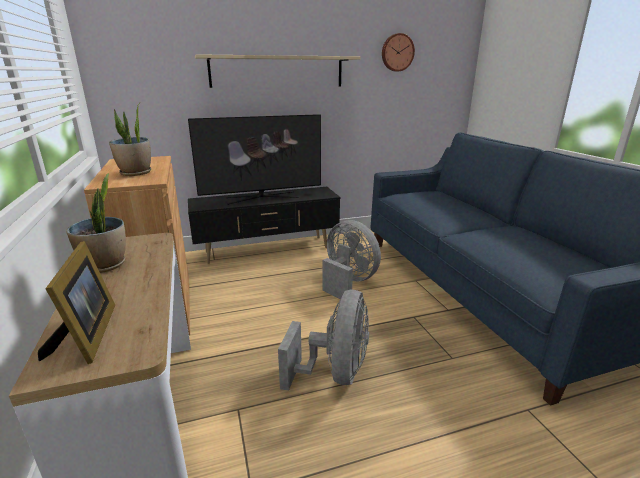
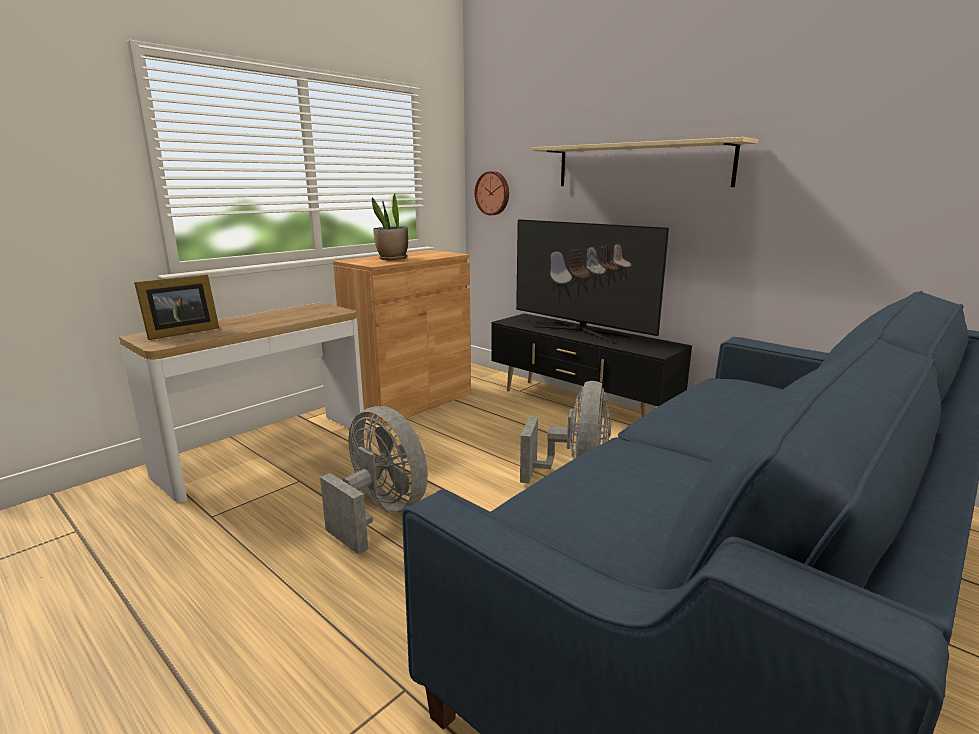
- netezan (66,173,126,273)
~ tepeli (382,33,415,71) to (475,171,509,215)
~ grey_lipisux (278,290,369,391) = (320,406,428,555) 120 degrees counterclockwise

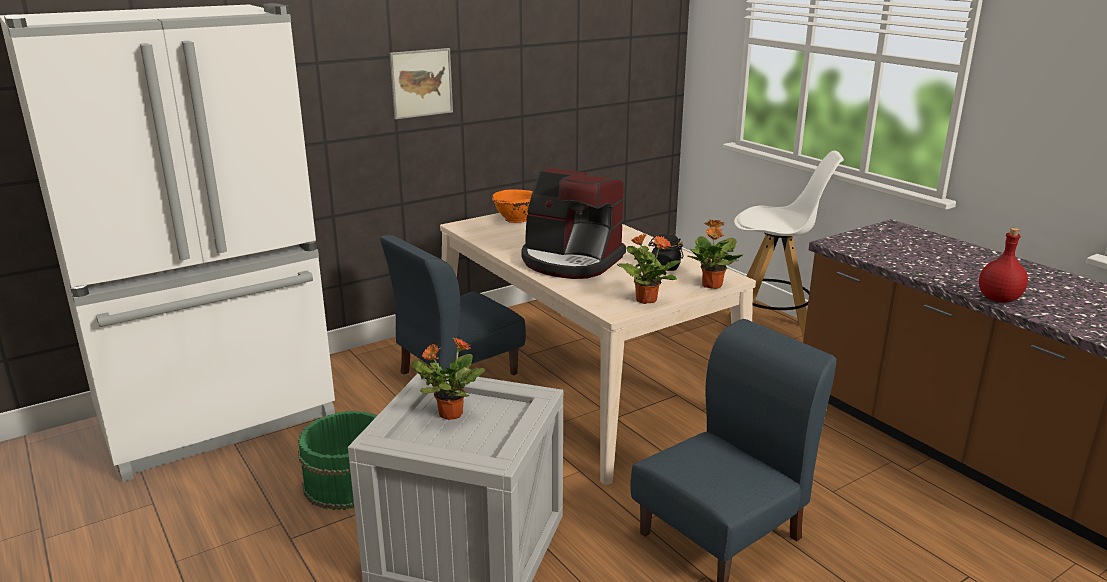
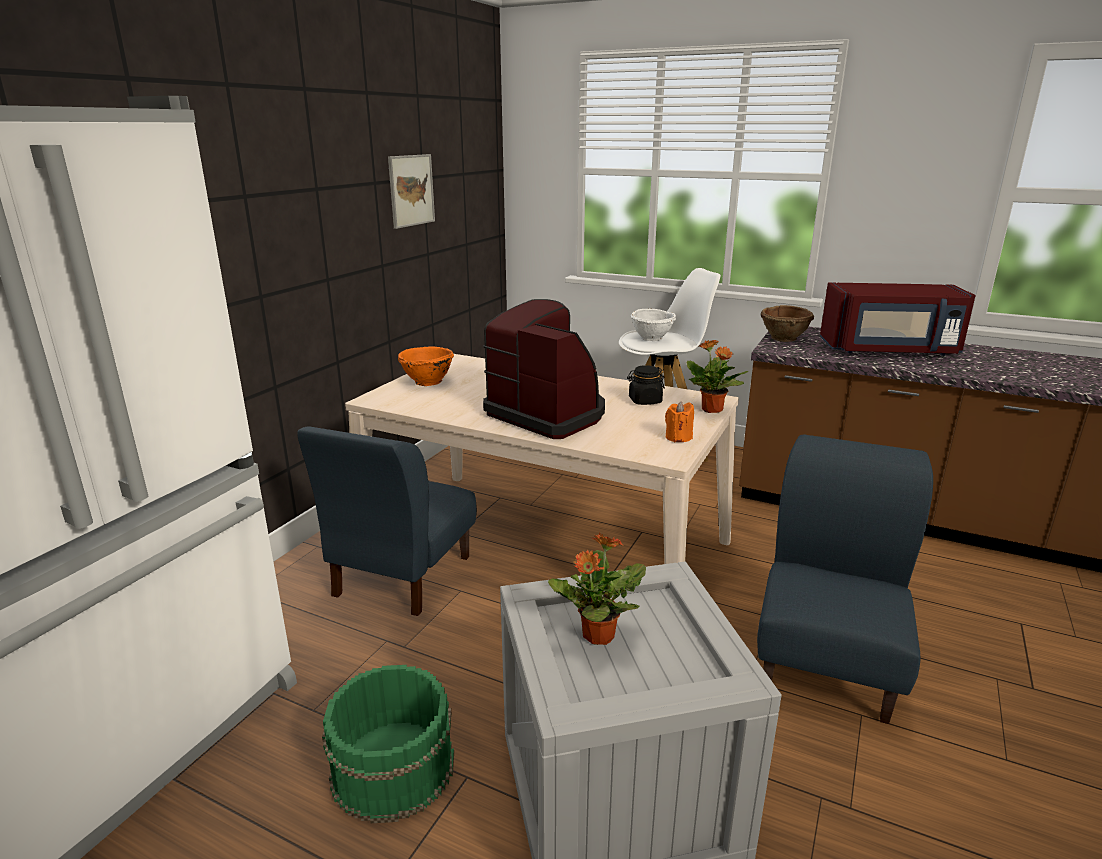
- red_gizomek (979,228,1028,303)
+ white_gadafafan (631,309,676,341)
+ brown_gadafafan (761,305,814,342)
+ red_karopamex (820,283,976,356)
~ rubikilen (390,48,453,119) to (388,154,435,229)
~ netezan (617,234,681,304) to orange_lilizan (665,401,694,442)
~ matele (521,168,626,279) = (483,299,605,439) 135 degrees counterclockwise

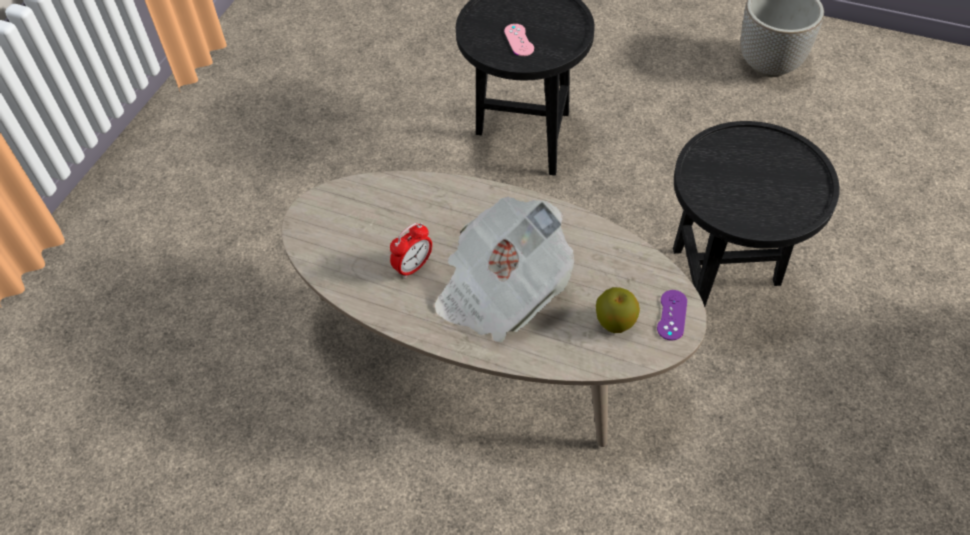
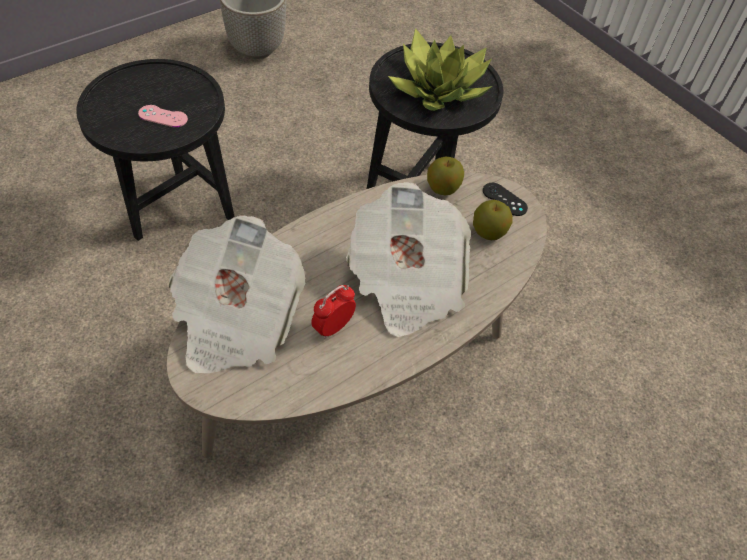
+ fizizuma (169,216,306,373)
+ netezan (388,28,493,111)
+ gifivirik (427,157,464,195)
~ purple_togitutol (657,290,687,341) to black_togitutol (483,183,528,216)
~ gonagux (390,223,432,279) = (311,285,356,339) 120 degrees counterclockwise

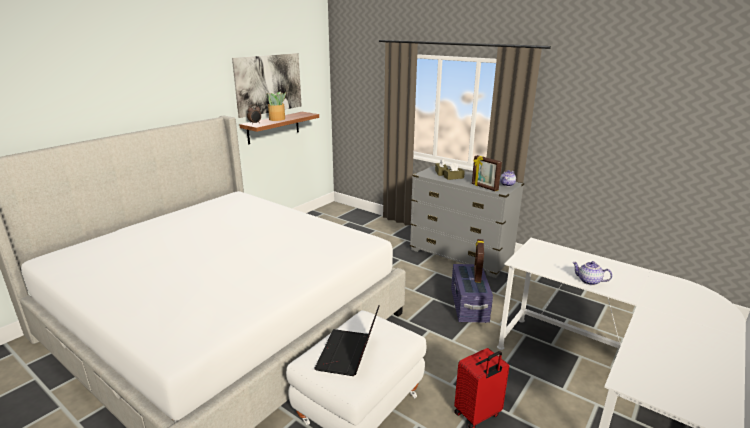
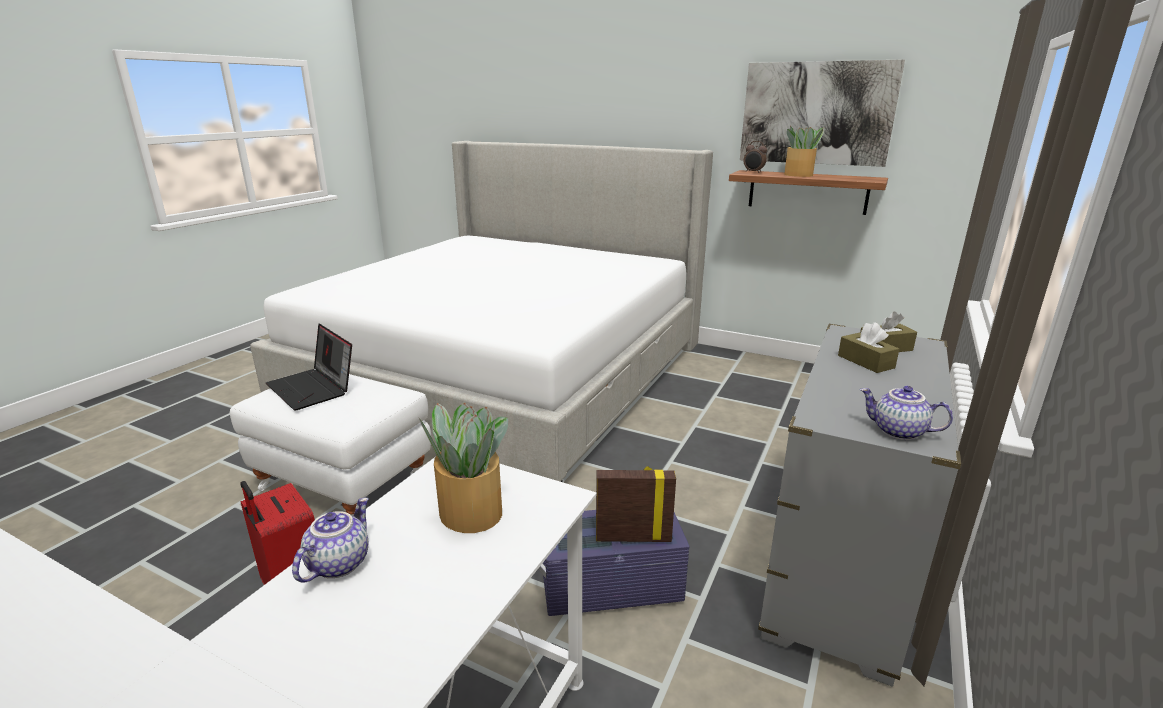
- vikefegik (472,155,502,191)
+ netezan (419,403,508,533)
~ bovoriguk (314,305,380,376) = (266,324,352,411) 135 degrees counterclockwise

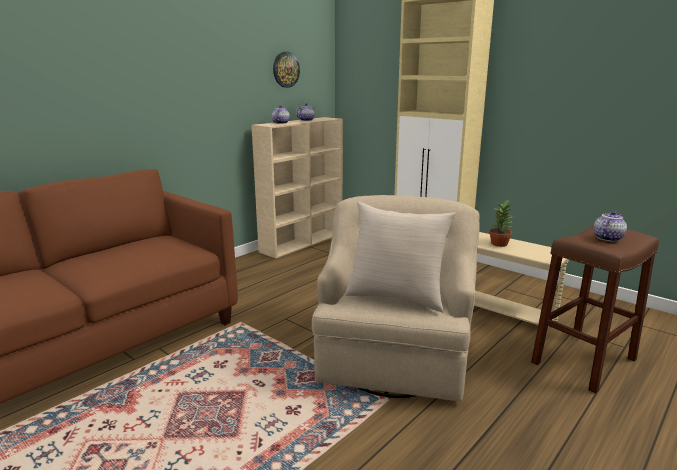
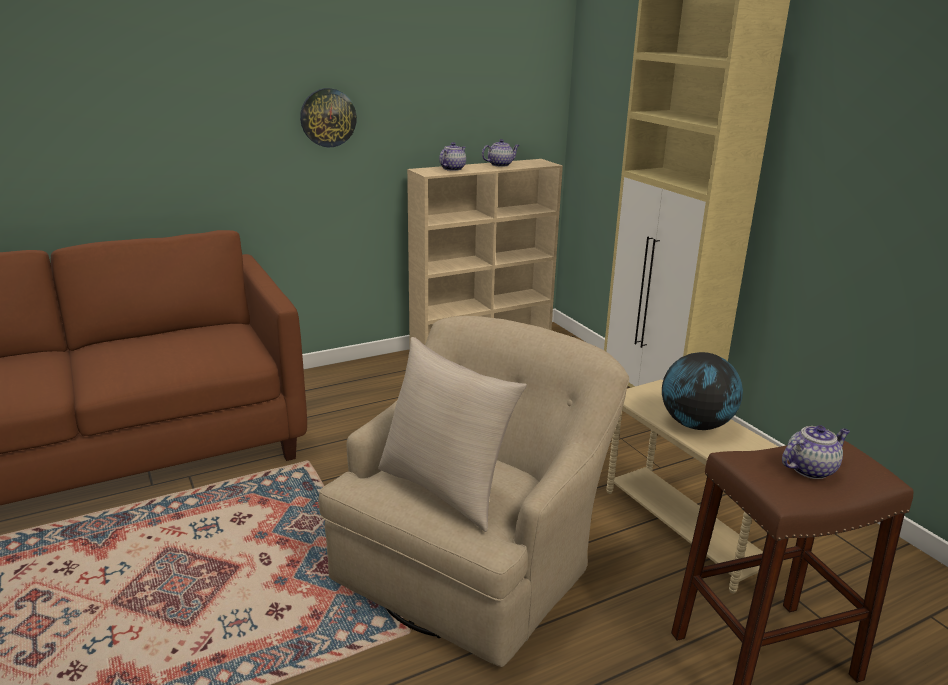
~ tepeli (273,52,300,88) to (300,88,357,147)
~ netezan (489,199,514,247) to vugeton (662,352,743,430)

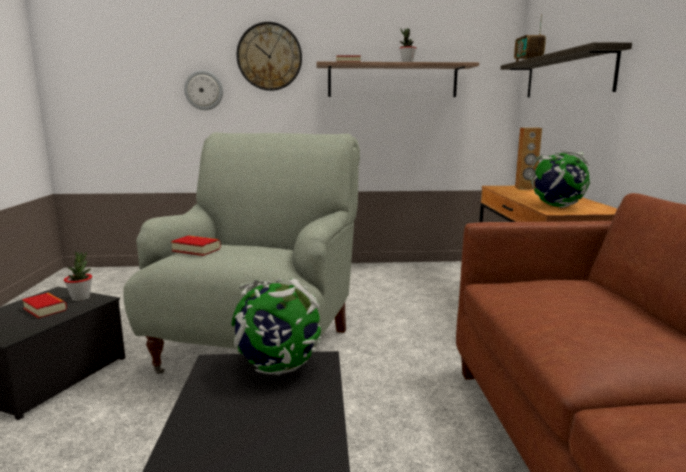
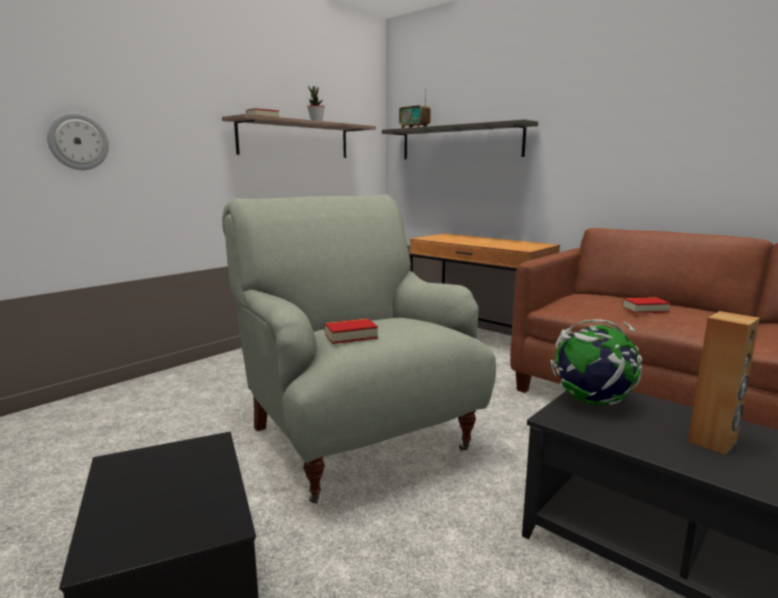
- netezan (64,251,92,301)
- tepeli (237,22,302,91)
- vugeton (530,151,591,208)
~ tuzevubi (22,293,67,319) to (622,297,671,313)
~ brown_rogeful (515,128,542,190) to (688,311,760,455)

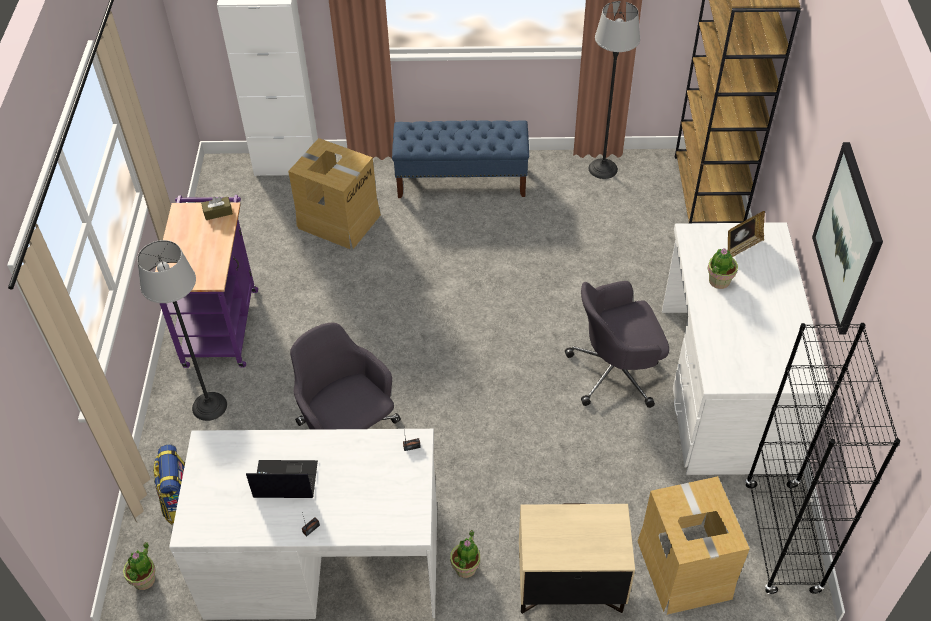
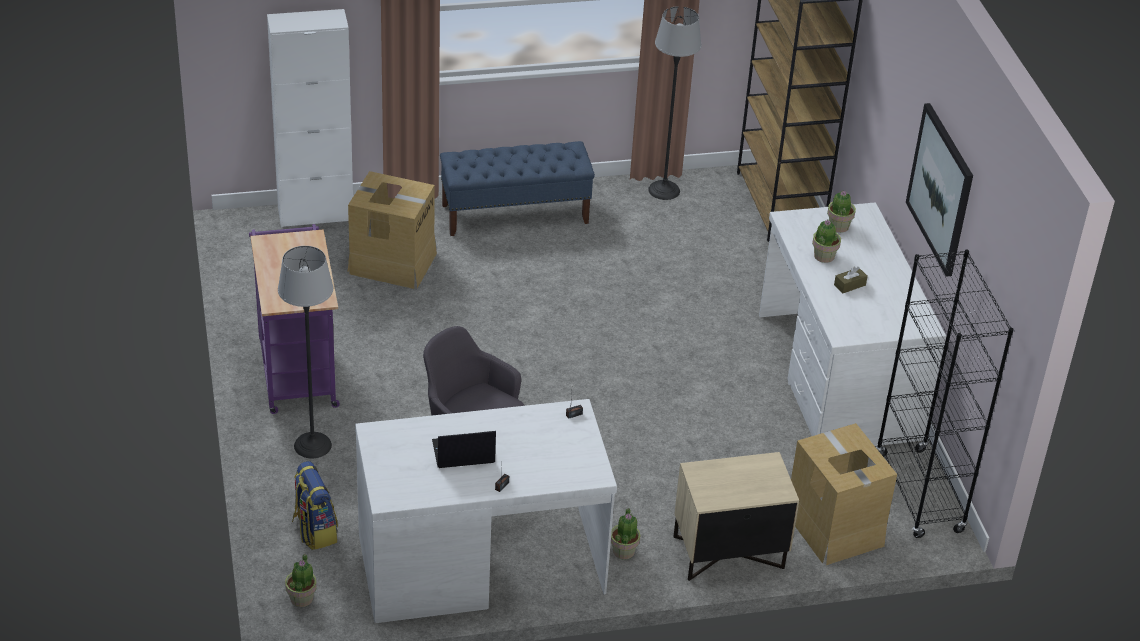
- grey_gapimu (565,281,669,408)
~ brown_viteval (201,196,233,220) to (834,266,868,293)
~ vikefegik (728,211,765,258) to netezan (827,191,856,233)

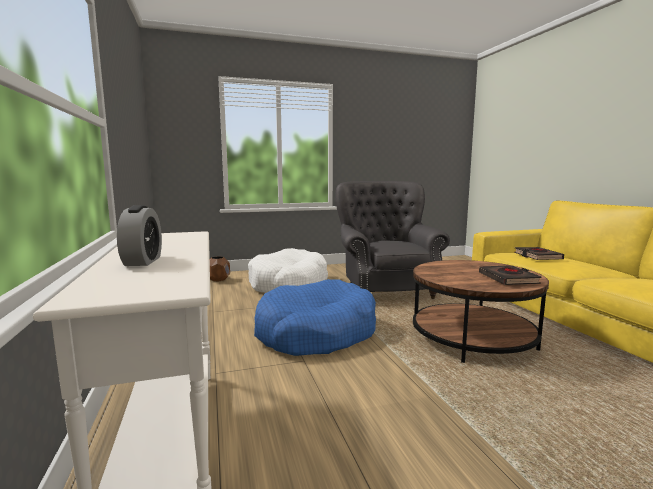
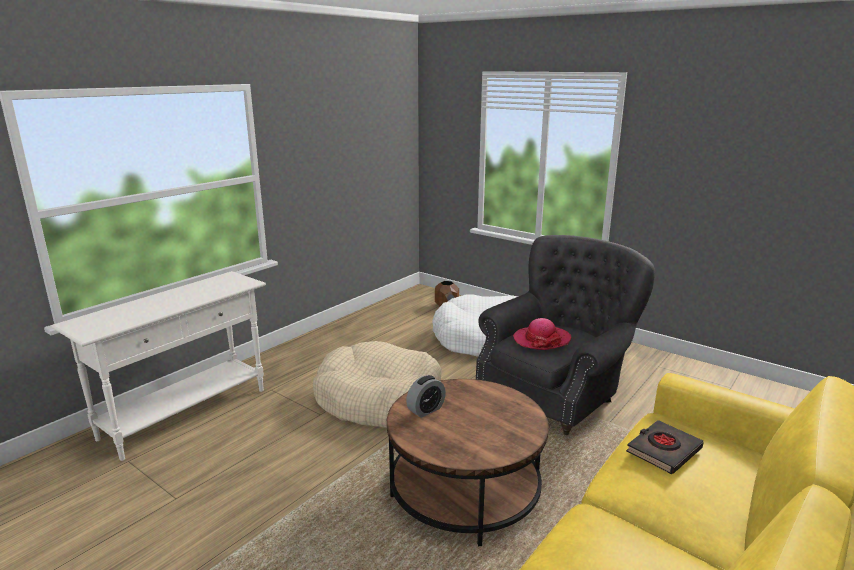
- black_tuzevubi (479,265,541,285)
+ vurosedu (513,318,571,350)
~ gonagux (117,205,162,266) to (406,375,446,418)
~ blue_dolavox (254,279,376,356) to beige_dolavox (313,341,442,428)

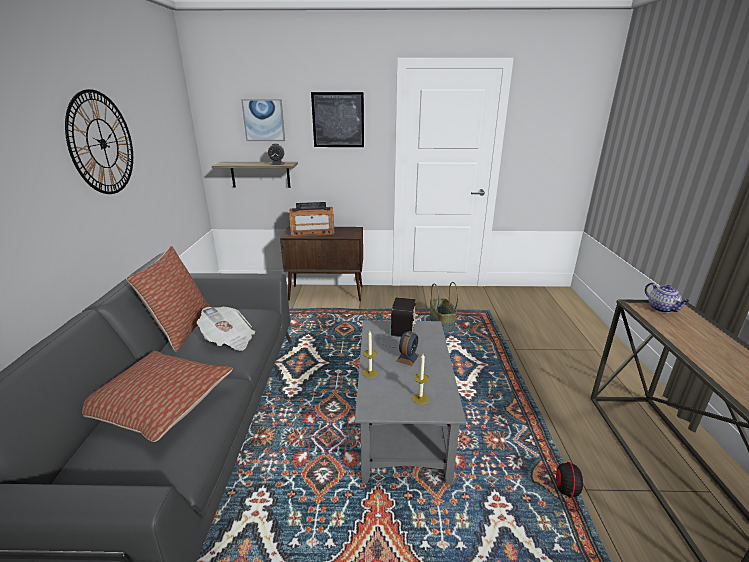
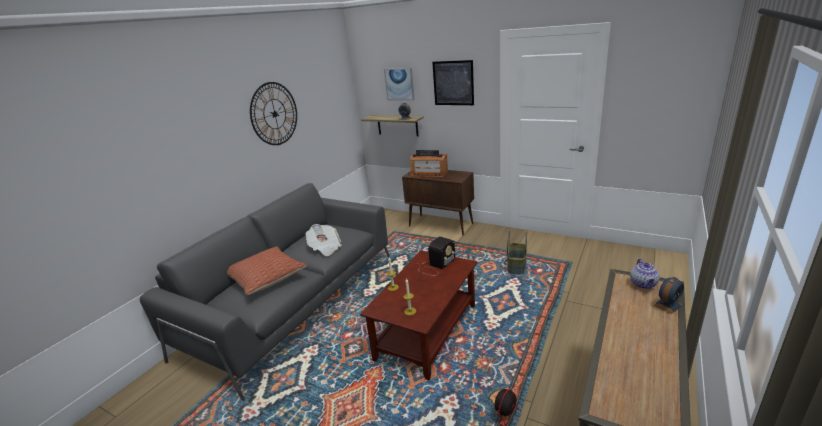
- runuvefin (126,246,210,352)
~ gonagux (397,331,420,366) to (654,277,684,314)
~ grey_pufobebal (355,321,466,484) to brown_pufobebal (360,250,477,380)

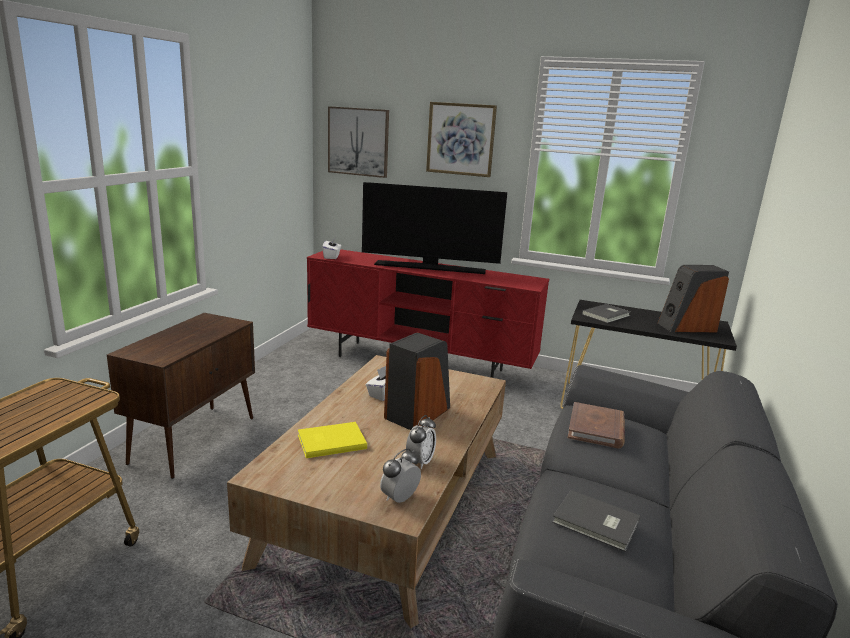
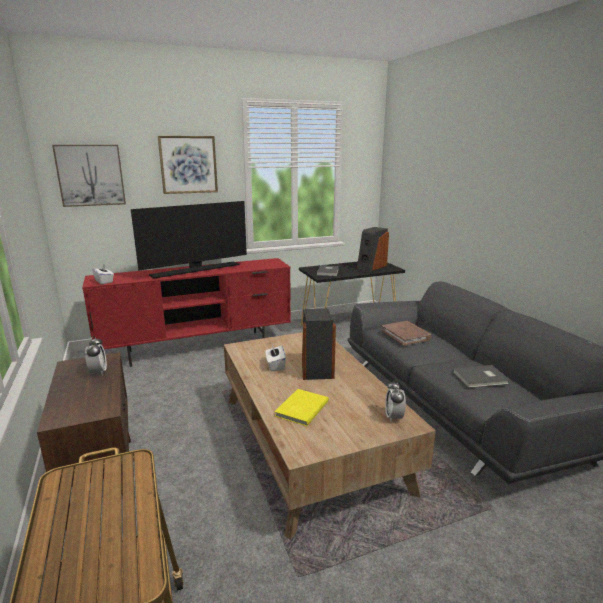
~ gonagux (406,415,436,469) to (85,336,107,376)

